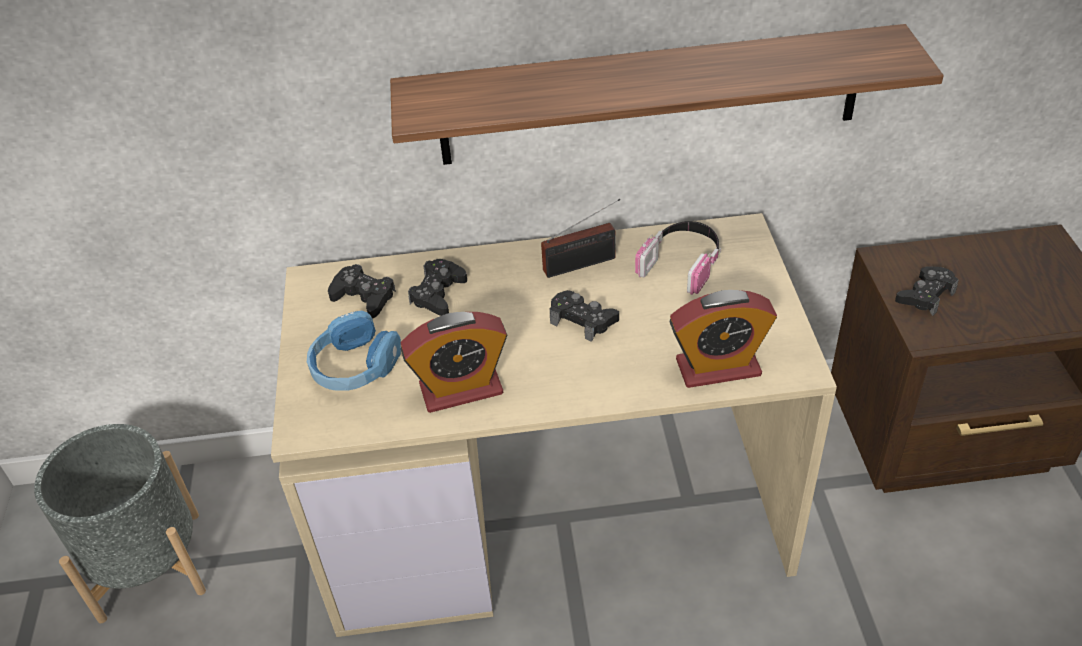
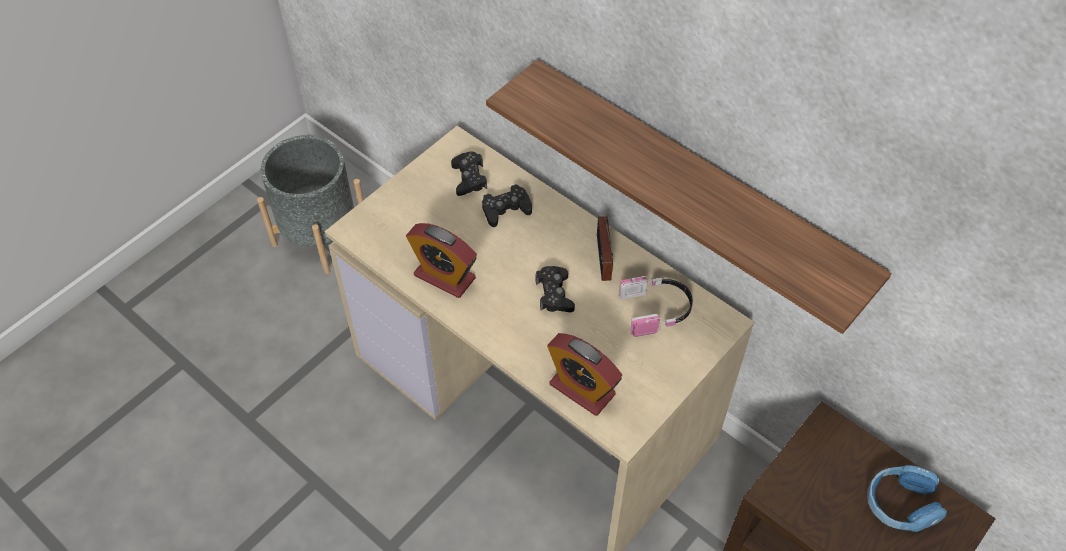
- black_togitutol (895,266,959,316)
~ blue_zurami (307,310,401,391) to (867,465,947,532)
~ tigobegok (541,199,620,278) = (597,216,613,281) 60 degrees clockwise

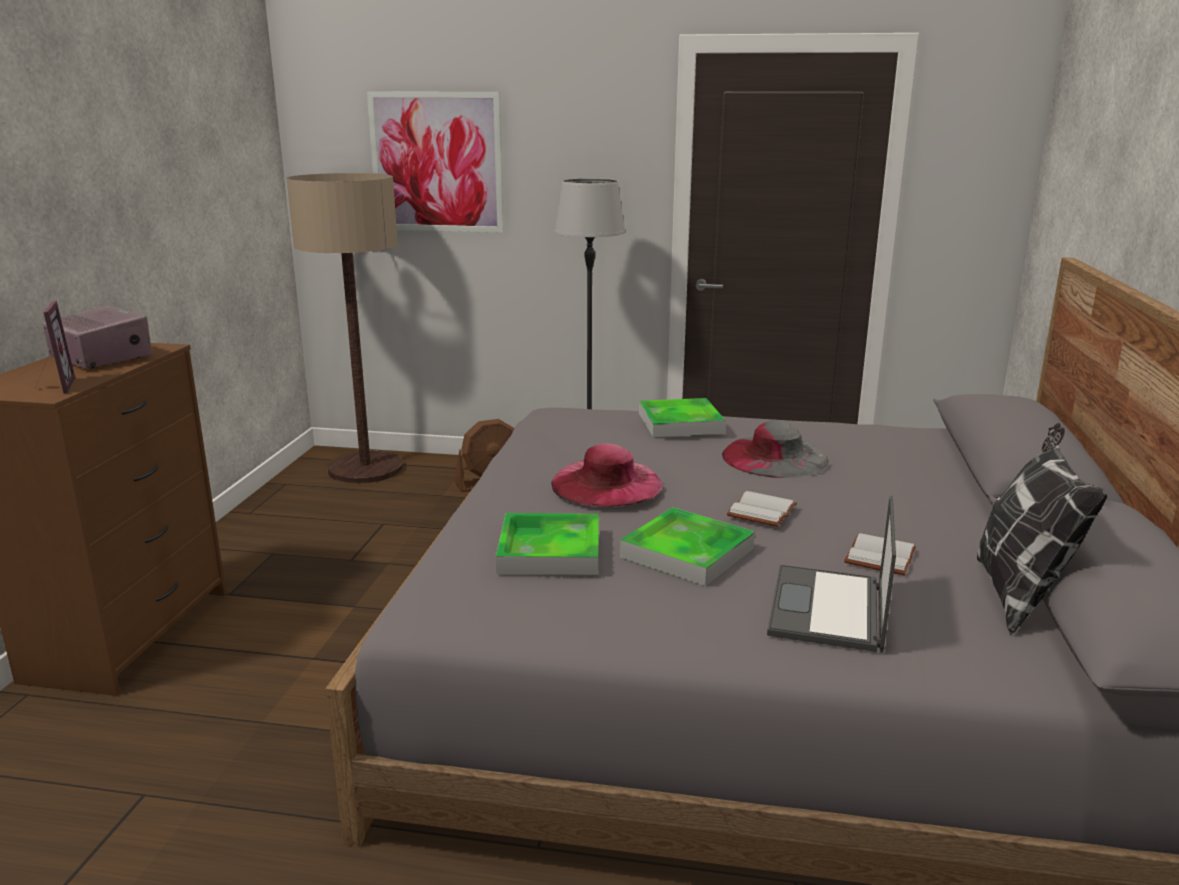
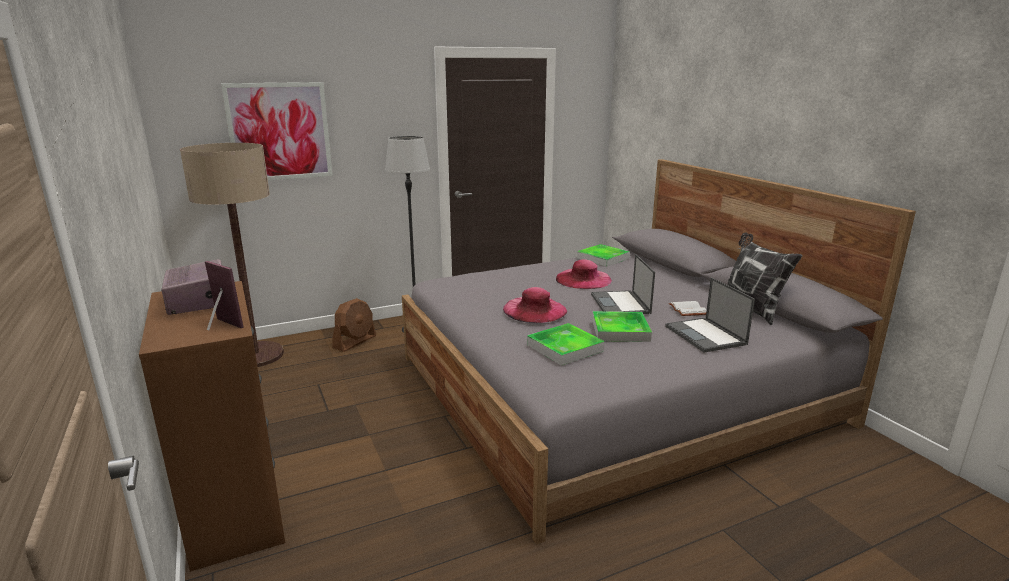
~ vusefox (639,398,725,437) to (577,244,630,267)
~ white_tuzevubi (727,491,797,527) to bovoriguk (591,254,655,314)
~ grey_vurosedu (722,420,829,478) to pink_vurosedu (556,259,612,289)
~ tigobegok (43,306,152,369) = (161,259,222,315) 60 degrees clockwise

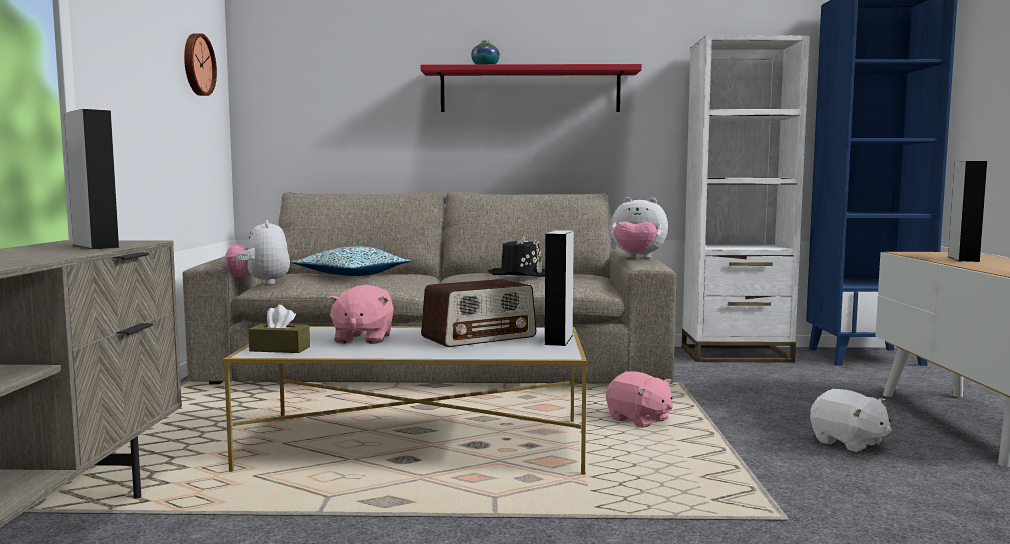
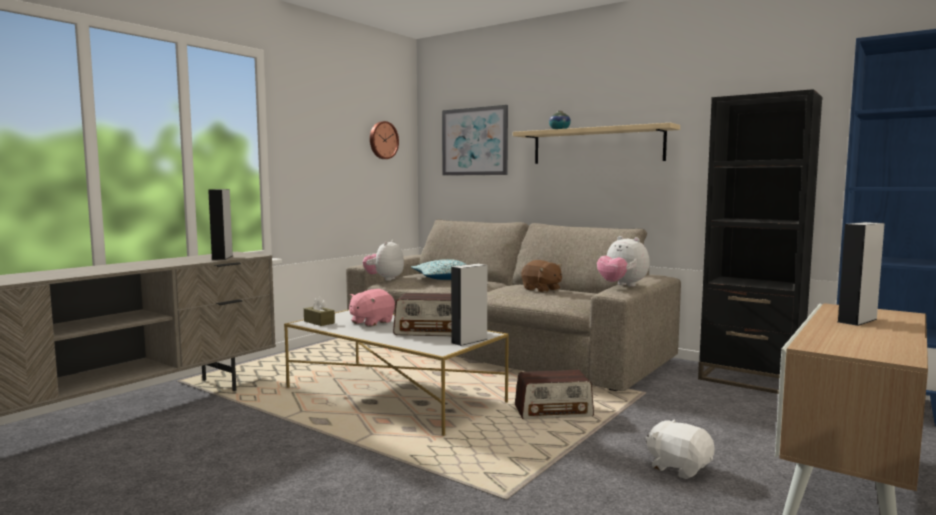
+ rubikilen (442,105,508,176)
~ black_vurosedu (488,236,545,277) to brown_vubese (521,260,562,293)
~ pink_vubese (606,371,673,428) to tigobegok (515,370,594,419)
~ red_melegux (421,64,642,112) to beige_melegux (513,123,680,164)
~ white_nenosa (682,35,810,363) to black_nenosa (698,89,823,394)
~ white_vubese (810,389,892,453) = (646,419,715,479) 135 degrees clockwise

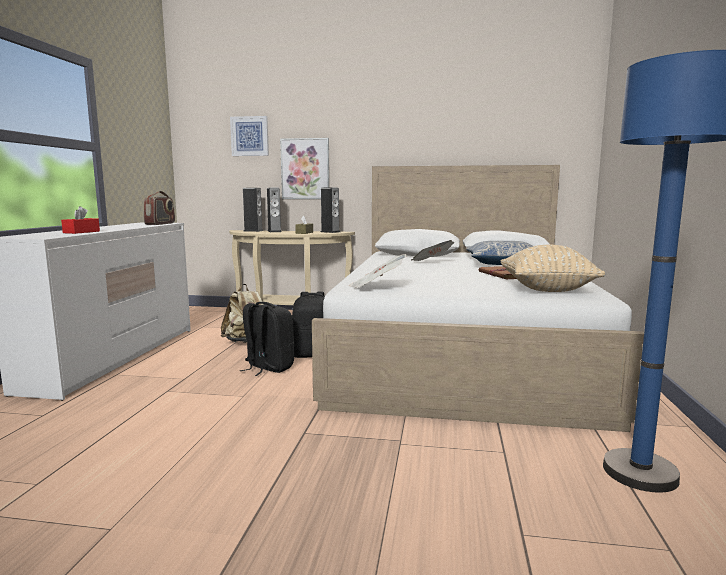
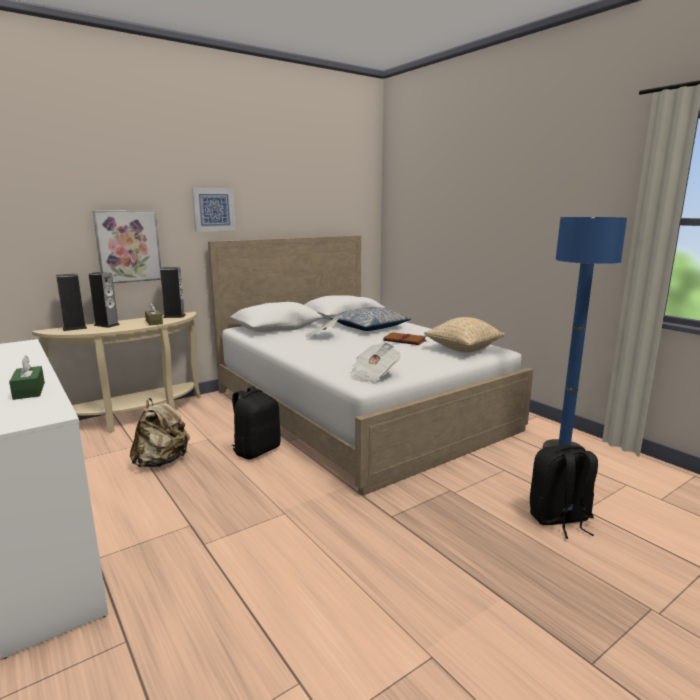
- tigobegok (143,191,175,225)
~ rubikilen (230,116,269,156) to (192,187,236,232)
~ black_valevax (240,302,295,376) to (530,445,598,539)
~ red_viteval (61,206,100,234) to green_viteval (9,355,45,400)

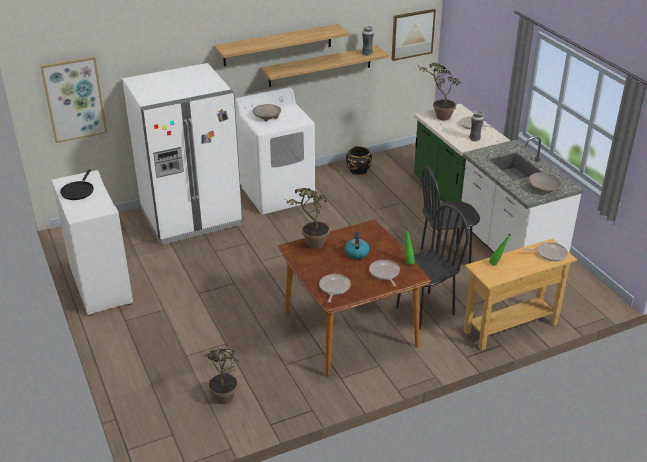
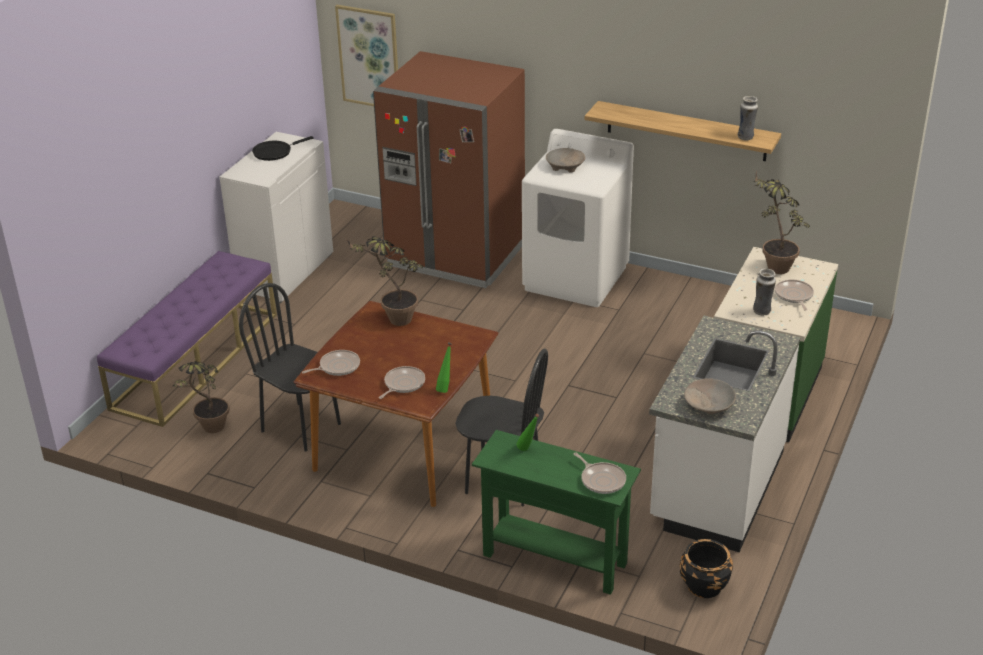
- melegux (214,24,350,66)
- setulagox (345,232,369,259)
- rubikilen (391,9,436,61)
+ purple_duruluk (97,251,277,427)
~ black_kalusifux (346,146,372,175) to (680,539,733,598)
~ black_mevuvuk (421,166,480,264) to (239,283,341,452)
~ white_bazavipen (122,63,242,245) to brown_bazavipen (373,51,525,288)
~ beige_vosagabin (463,239,577,351) to green_vosagabin (472,430,641,595)

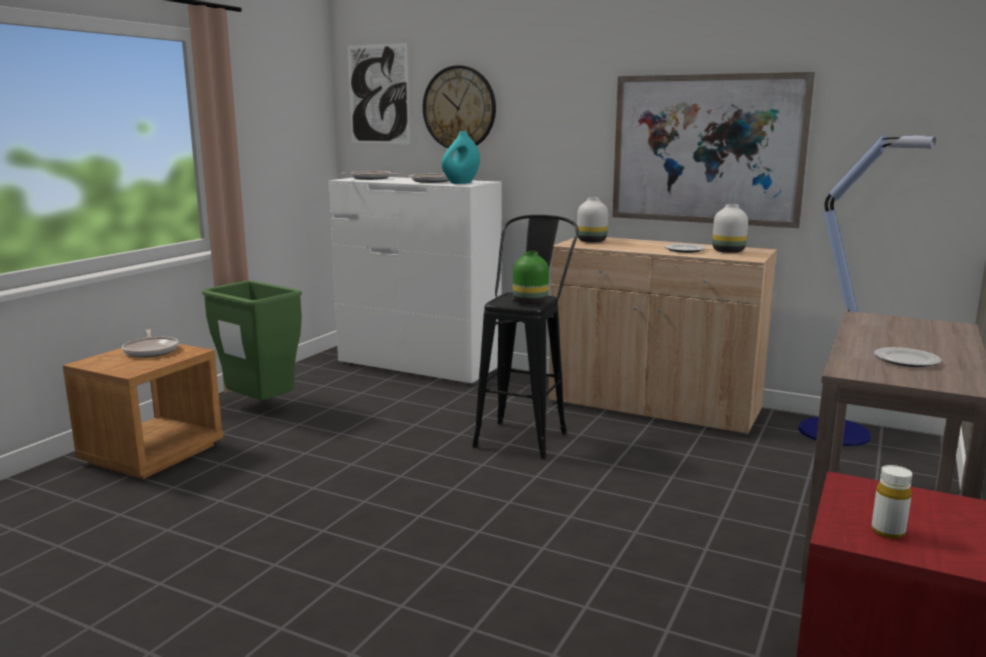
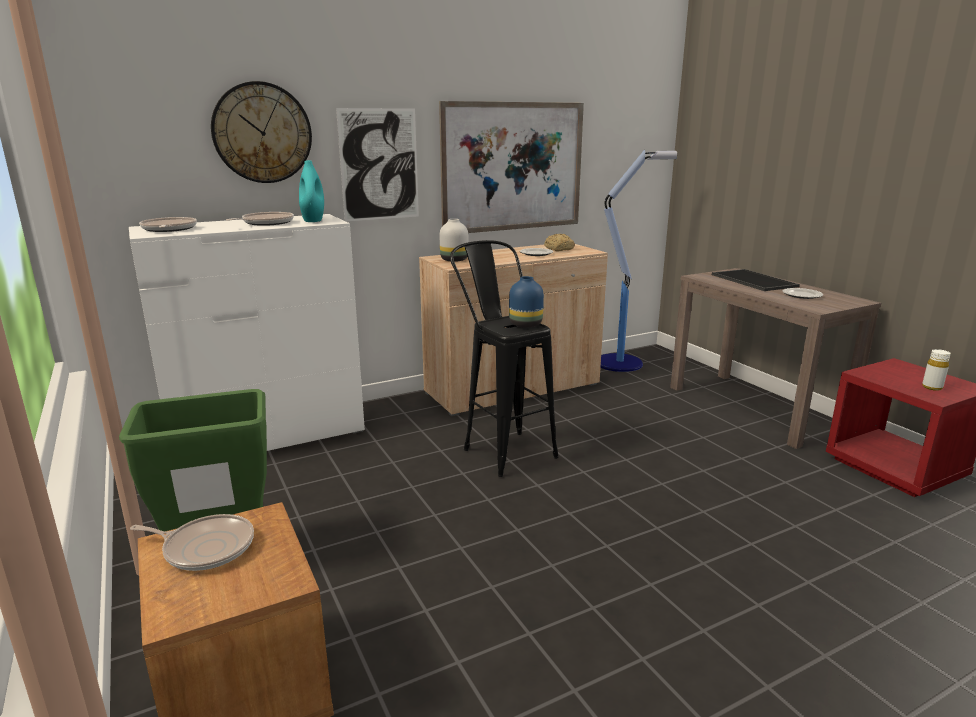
+ vusefox (712,269,800,291)
~ rubikilen (347,43,410,144) to (336,108,419,222)
~ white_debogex (712,204,748,253) to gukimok (544,234,575,251)
~ green_debogex (513,251,549,305) to blue_debogex (509,276,544,327)

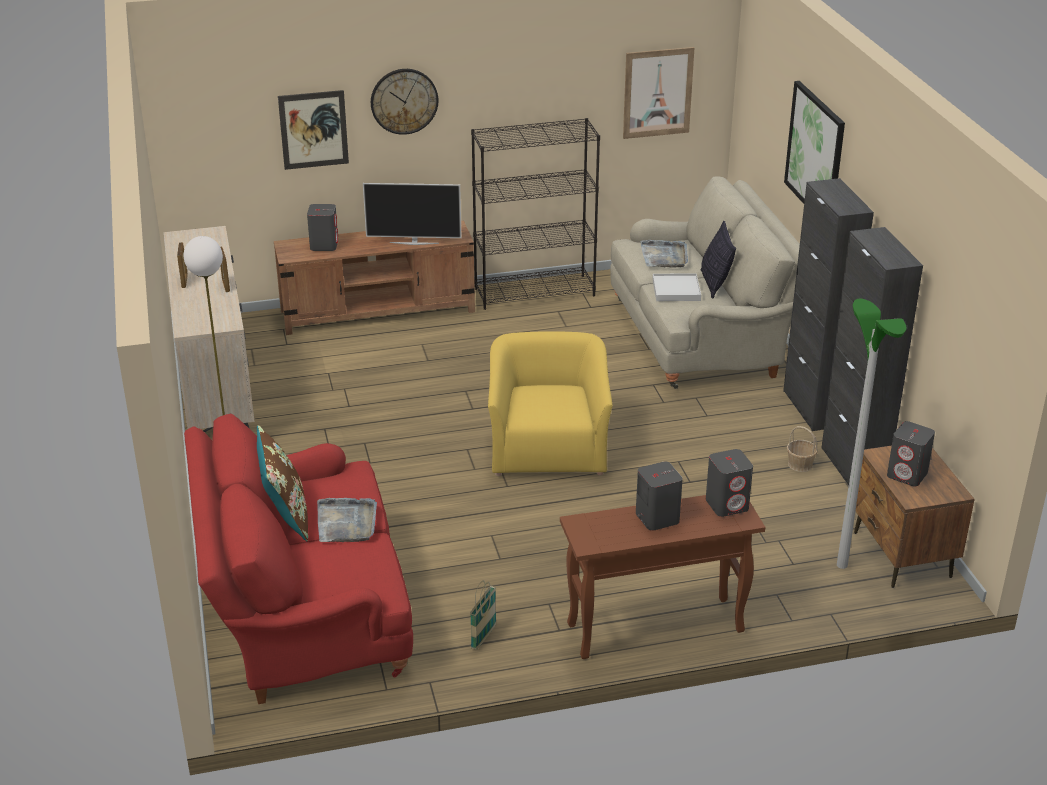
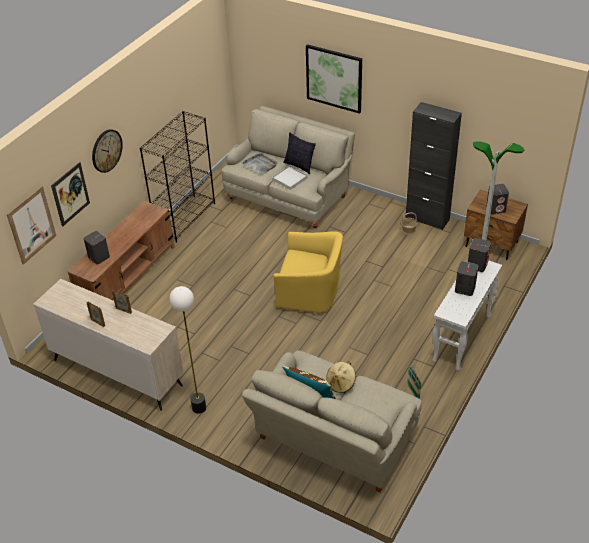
- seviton (363,183,462,245)
- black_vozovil (783,178,874,431)
~ rubikilen (623,47,694,139) to (7,186,56,265)
~ grey_vusefox (317,498,377,542) to beige_vurosedu (326,362,356,393)
~ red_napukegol (184,414,413,704) to beige_napukegol (242,350,422,493)
~ brown_vosagabin (560,495,765,659) to white_vosagabin (432,260,502,371)
~ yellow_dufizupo (488,331,612,476) = (273,231,343,315) 150 degrees clockwise

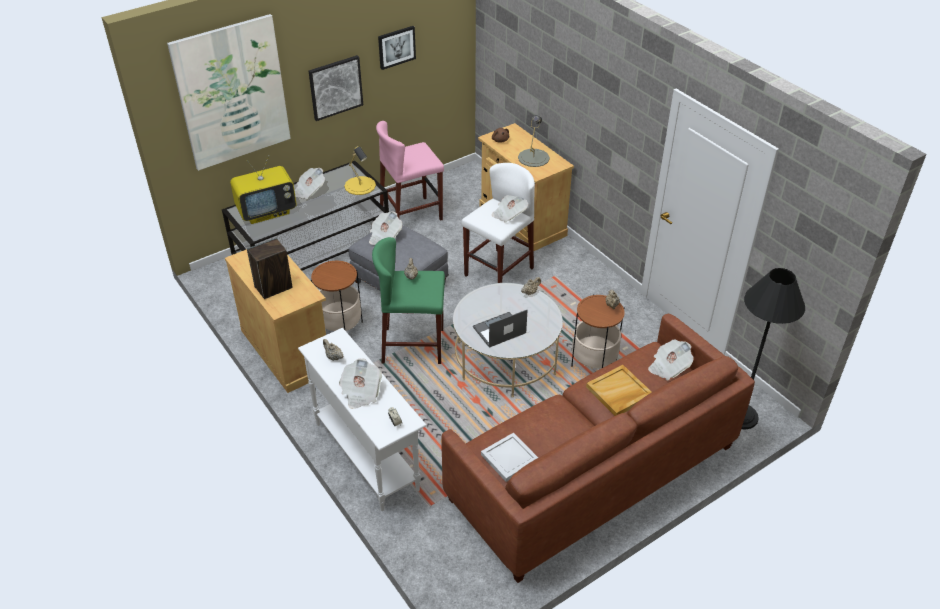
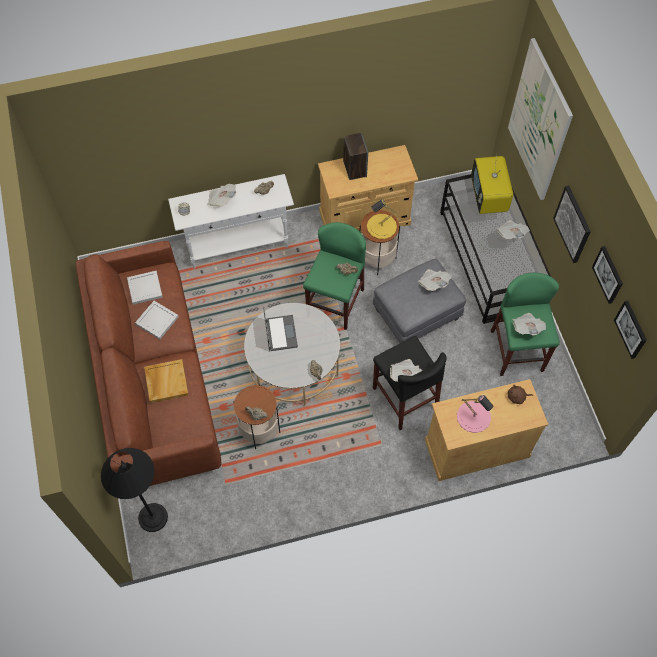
+ white_vusefox (135,301,179,339)
+ rubikilen (614,300,647,359)
~ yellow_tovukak (344,146,376,195) to (367,199,397,239)
~ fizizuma (648,340,694,380) to (512,313,546,336)
~ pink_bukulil (376,121,444,221) to green_bukulil (491,273,560,376)
~ white_bukulil (461,163,535,283) to black_bukulil (373,336,447,430)
~ grey_tovukak (518,115,550,167) to pink_tovukak (457,395,493,433)

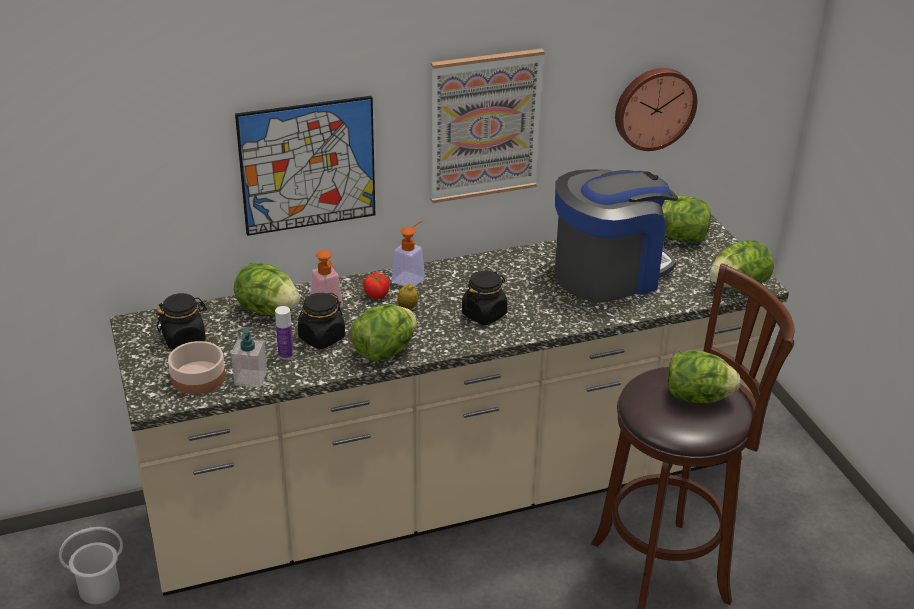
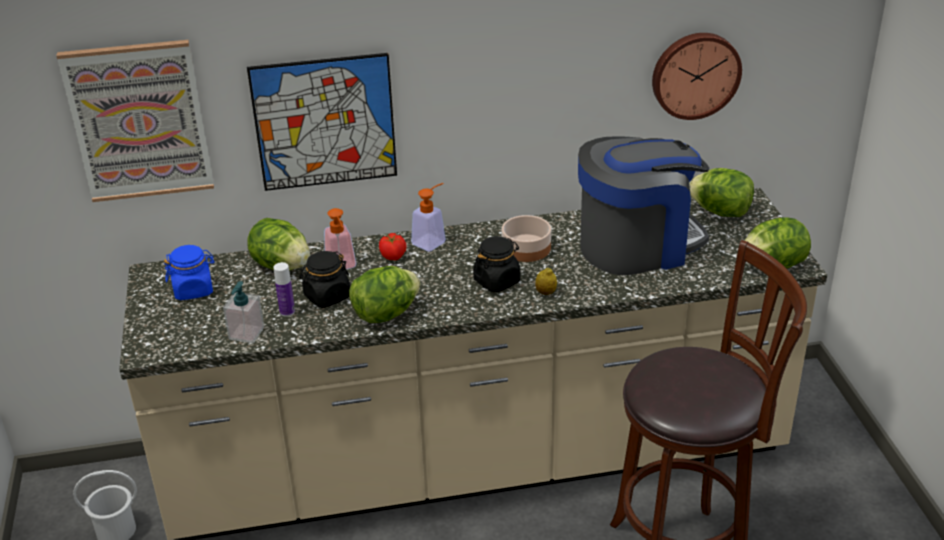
- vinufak (668,350,740,403)
~ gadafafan (168,341,225,394) to (501,215,551,262)
~ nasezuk (397,283,418,309) to (535,268,557,295)
~ rubikilen (430,48,545,203) to (56,40,214,202)
~ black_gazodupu (156,293,207,349) to blue_gazodupu (164,245,215,300)

